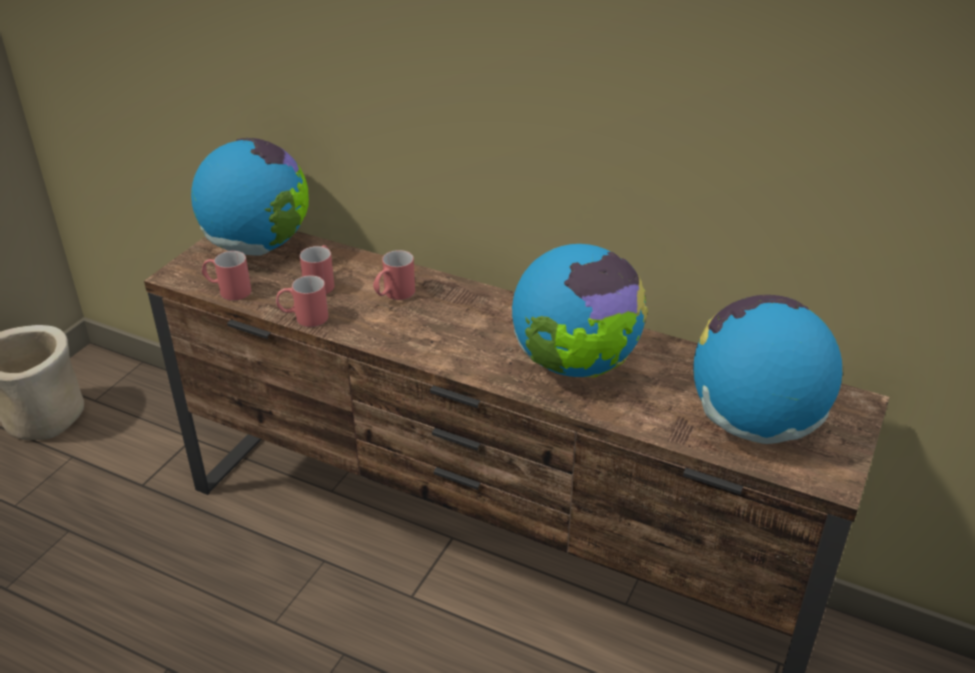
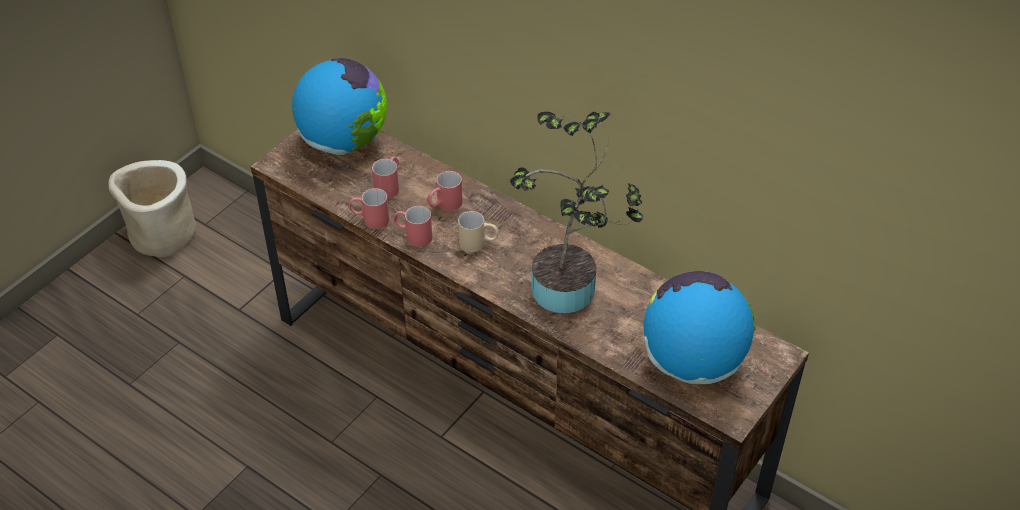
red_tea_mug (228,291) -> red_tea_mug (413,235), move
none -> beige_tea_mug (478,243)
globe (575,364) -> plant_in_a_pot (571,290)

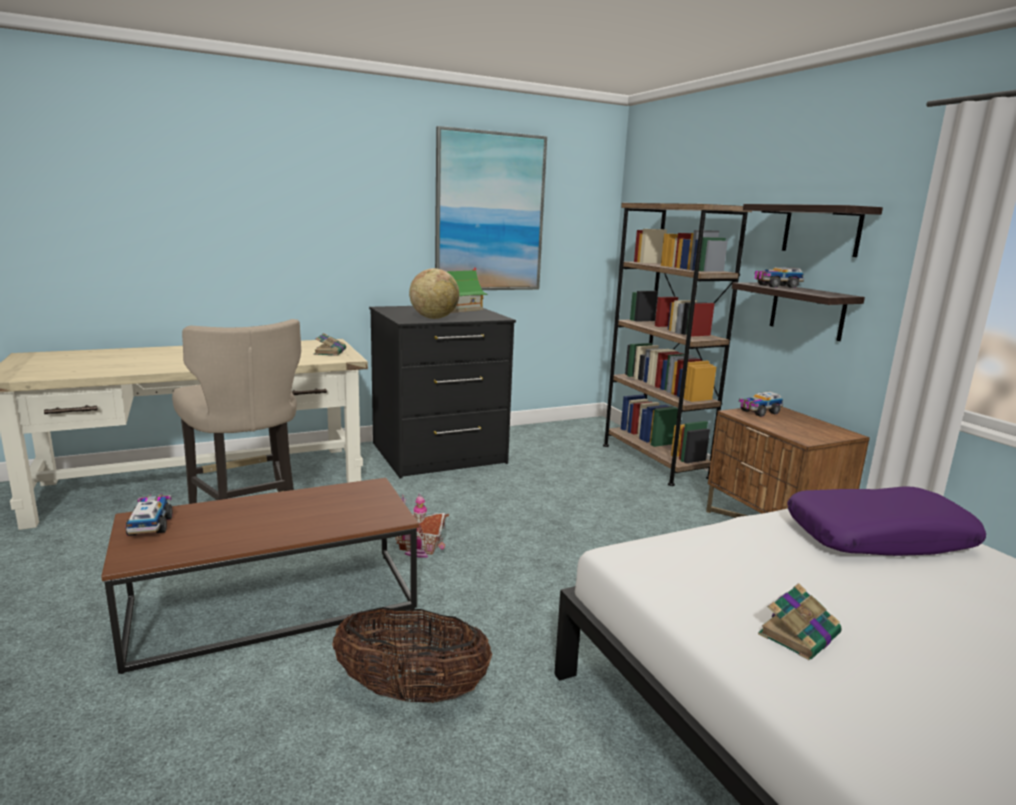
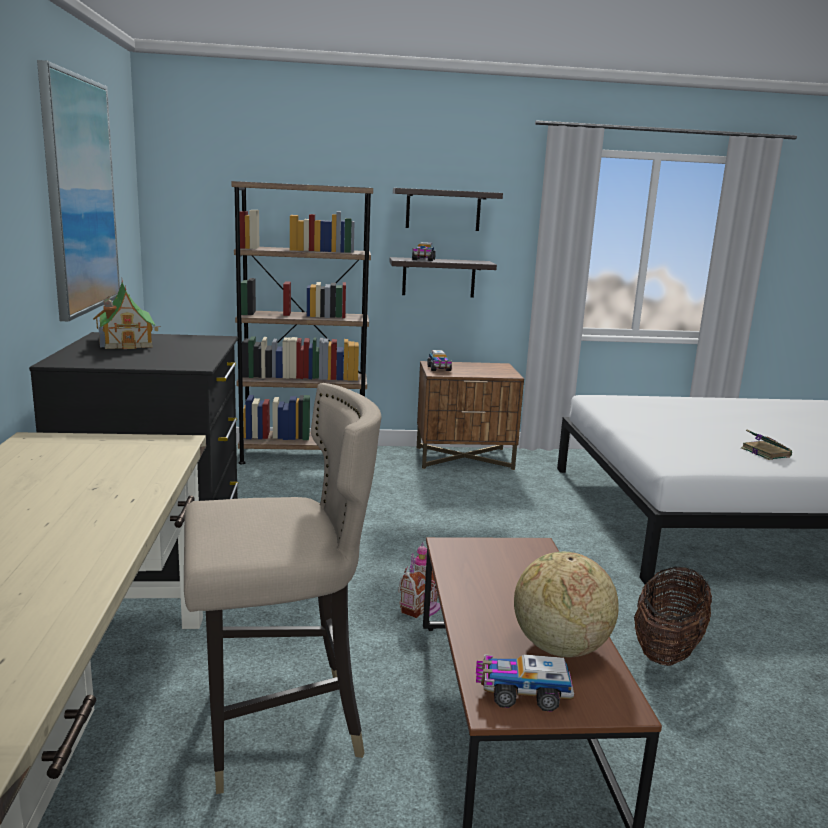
globe (434,318) -> globe (559,647), move
bound_book (330,352) -> none
purple_cushion (878,537) -> none

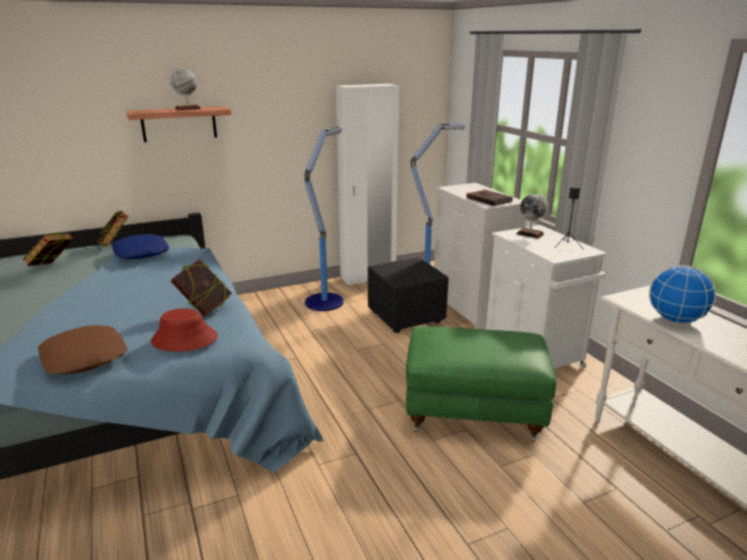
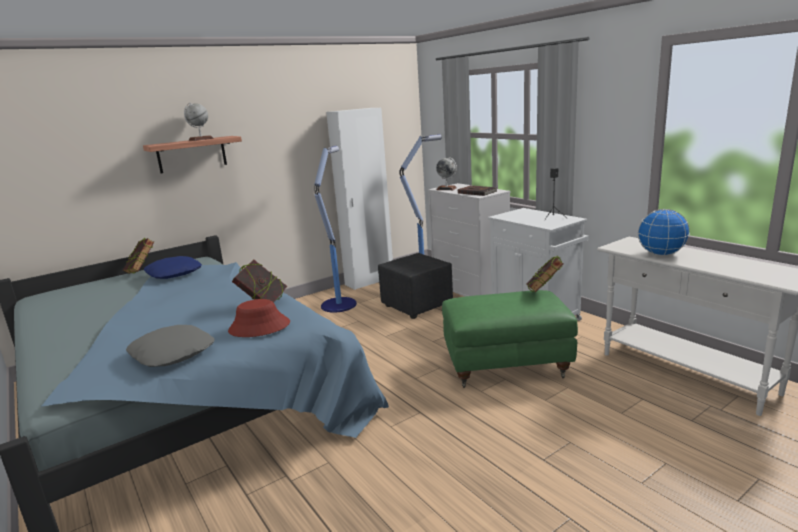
brown_cushion (85,357) -> grey_cushion (173,353)
globe (530,234) -> globe (446,189), move
bound_book (53,267) -> bound_book (544,292), move

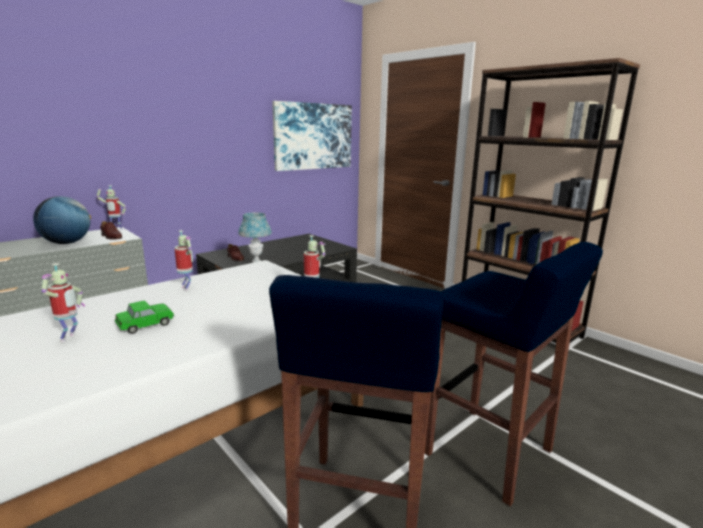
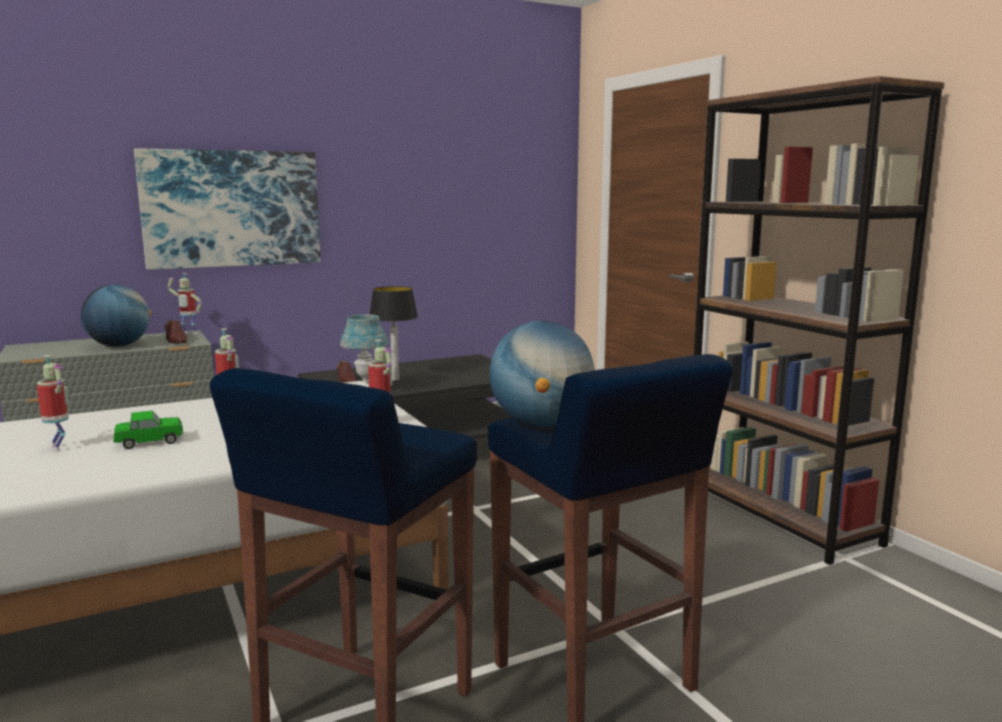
model_robot (70,338) -> model_robot (60,448), 60 degrees counterclockwise
wall_picture (313,136) -> wall_picture (232,208), move
none -> tabletop_lamp (396,379)
none -> globe (541,424)

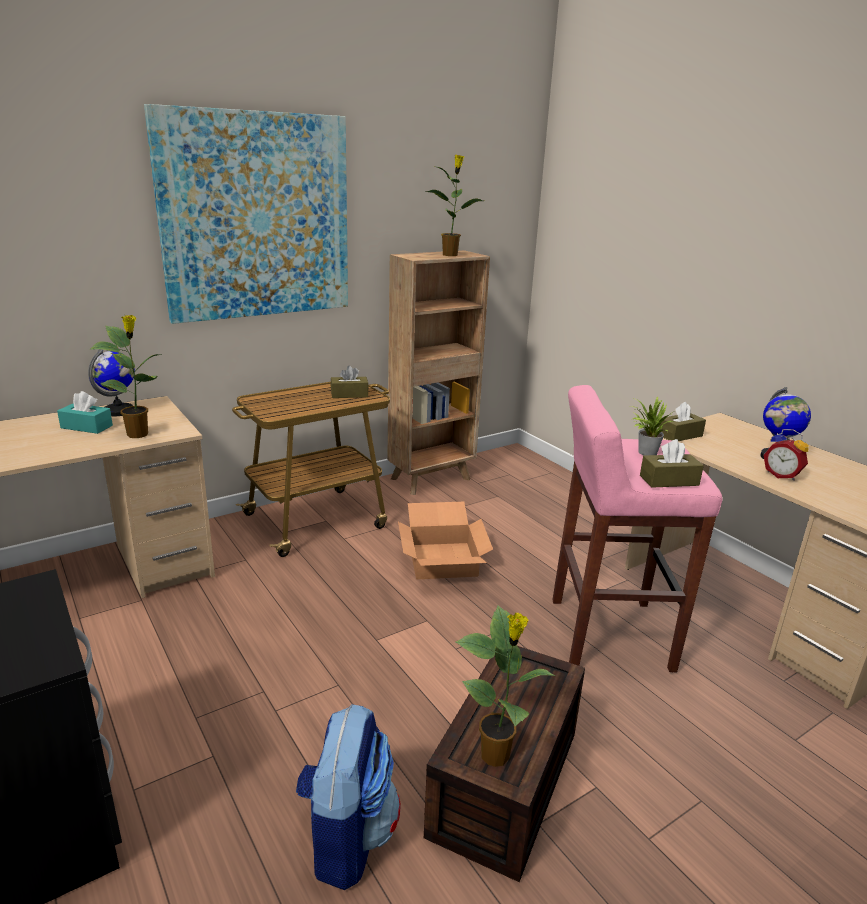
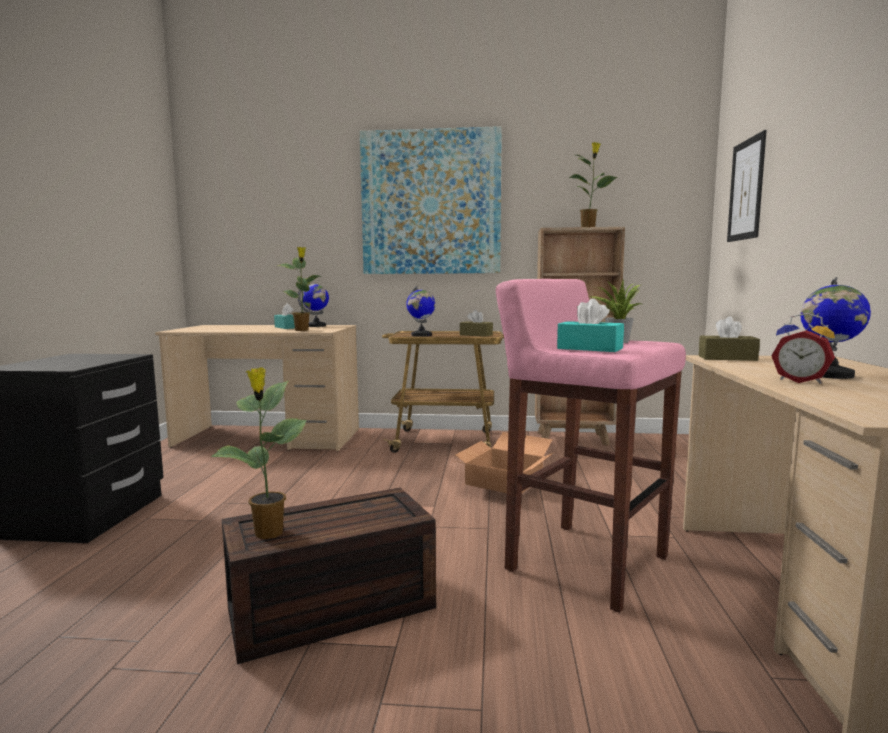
none -> globe (421,335)
brown_box_of_tissues (669,480) -> turquoise_box_of_tissues (589,348)
none -> wall_picture (746,190)
bedside_clock (782,475) -> bedside_clock (800,381), 45 degrees counterclockwise
rucksack (346,837) -> none

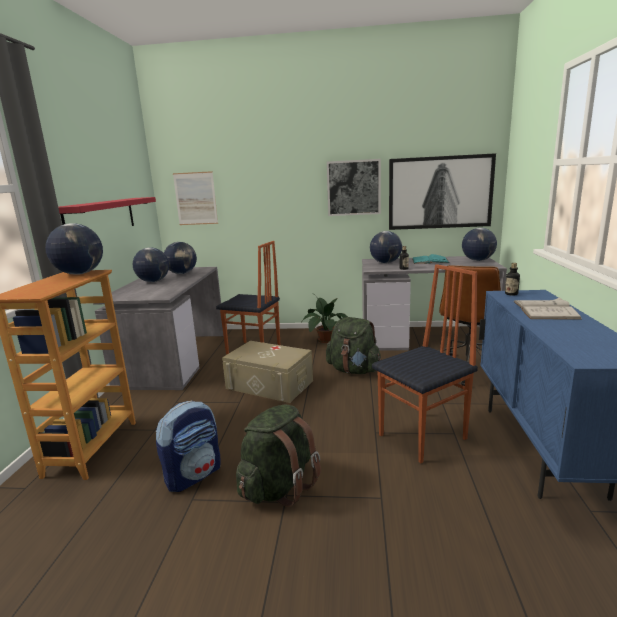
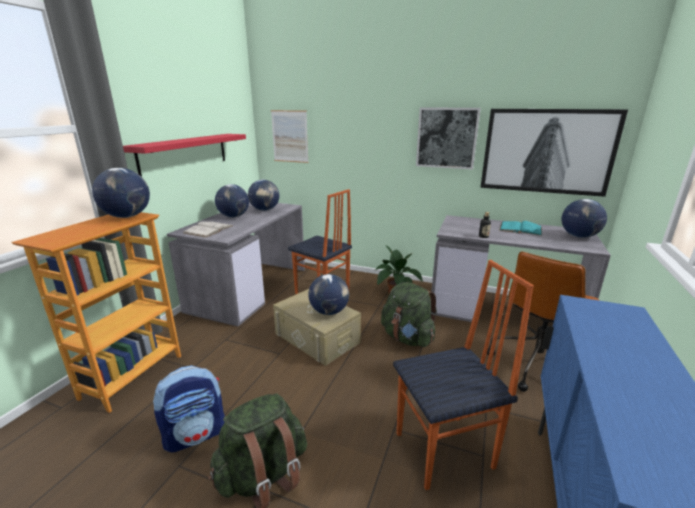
white-coloured_bound_book (545,310) -> white-coloured_bound_book (208,229), move
globe (386,263) -> globe (329,312), move
drink_bottle (511,294) -> none

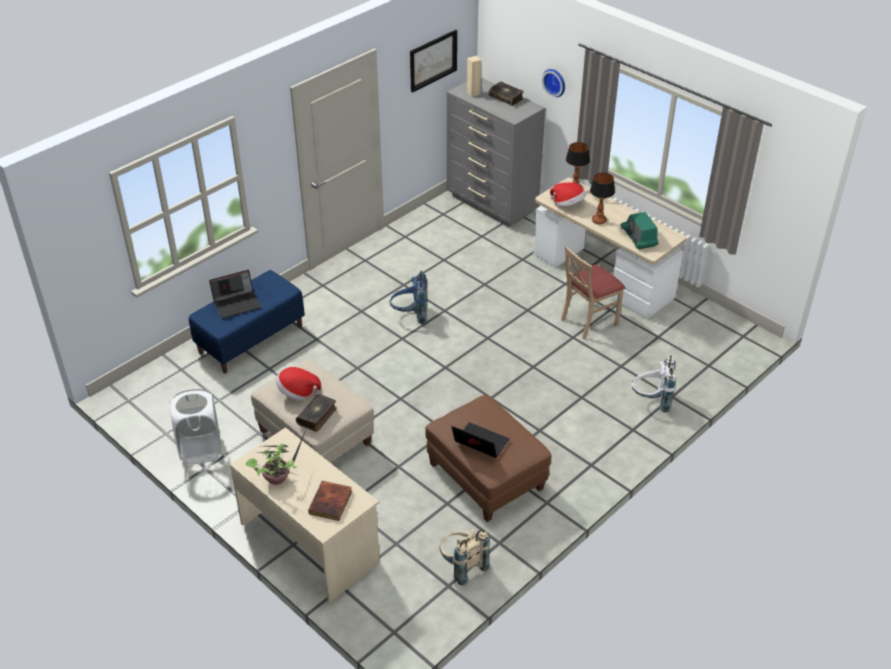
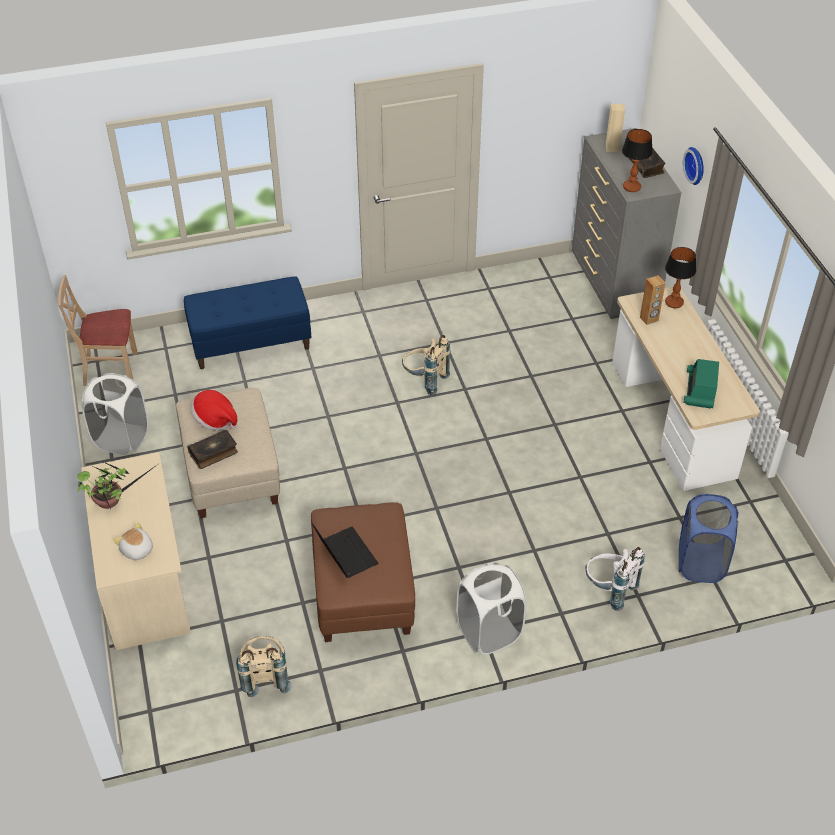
beige_plain_chair (588,321) -> beige_plain_chair (110,369), move
bound_book (331,503) -> plush_toy (137,550)
blue_rucksack (410,315) -> beige_rucksack (424,380)
none -> white-coloured_hamper (489,632)
tabletop_lamp (599,220) -> tabletop_lamp (632,187), move
clothing_hat (567,205) -> brown_loudspeaker (649,319)
none -> blue_hamper (700,563)
notebook_computer (237,304) -> none
wall_picture (433,60) -> none

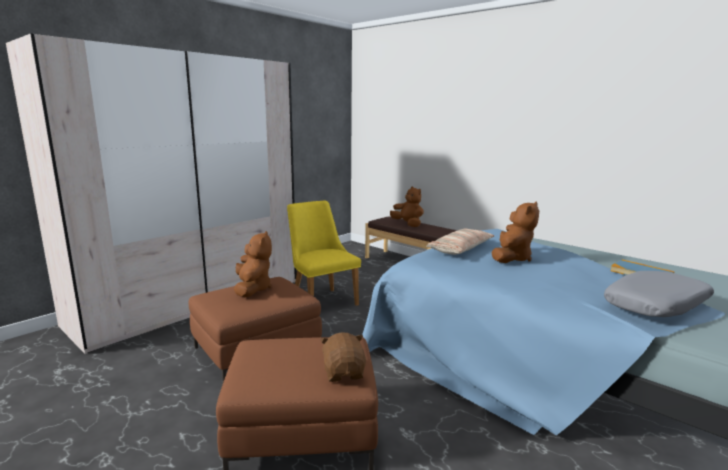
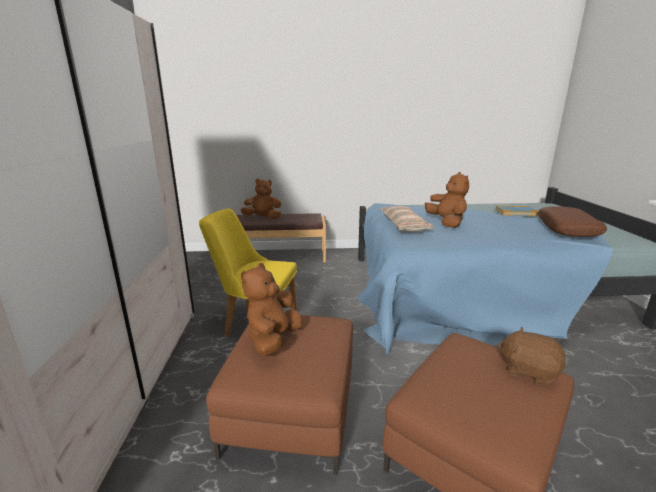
brown_plush_toy (252,289) -> brown_plush_toy (273,340), 105 degrees counterclockwise
grey_cushion (656,305) -> brown_cushion (567,229)

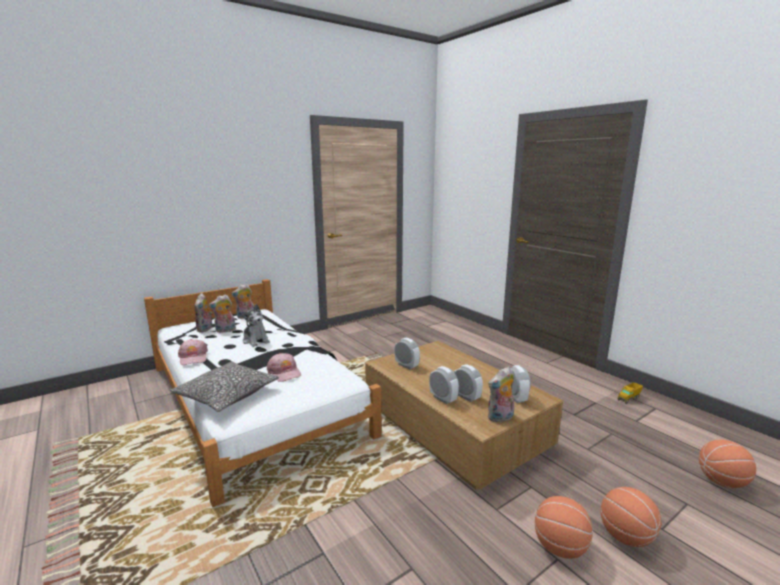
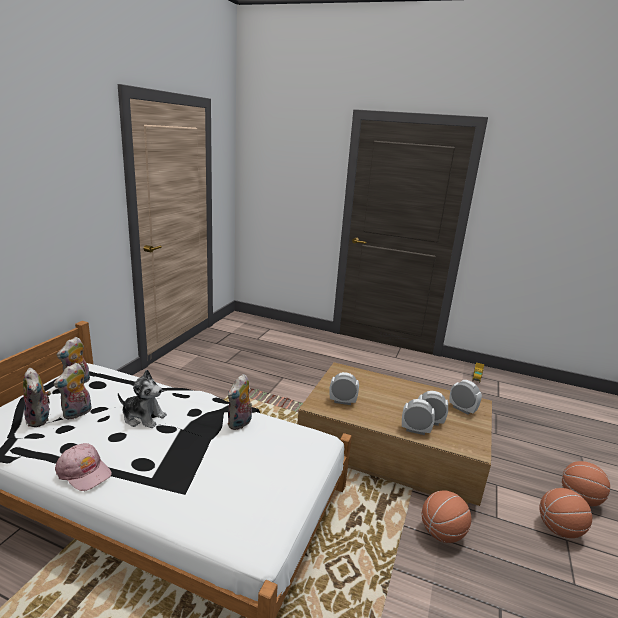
plush_toy (500,418) -> plush_toy (240,424), move
basketball_ball (722,481) -> basketball_ball (442,533), move
cushion (227,395) -> none
pink-coloured_peaked_cap (284,372) -> none

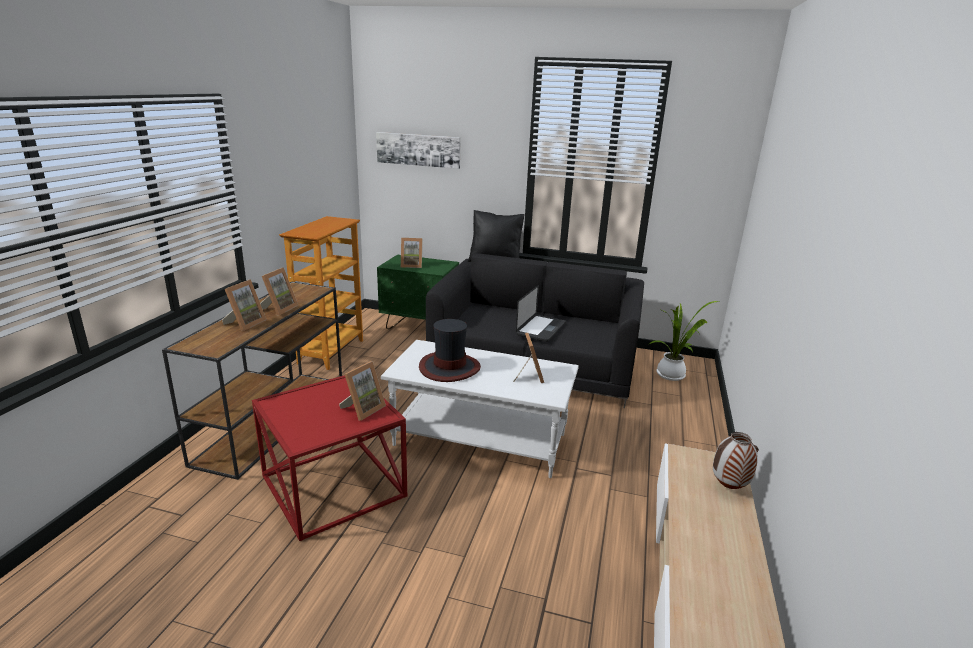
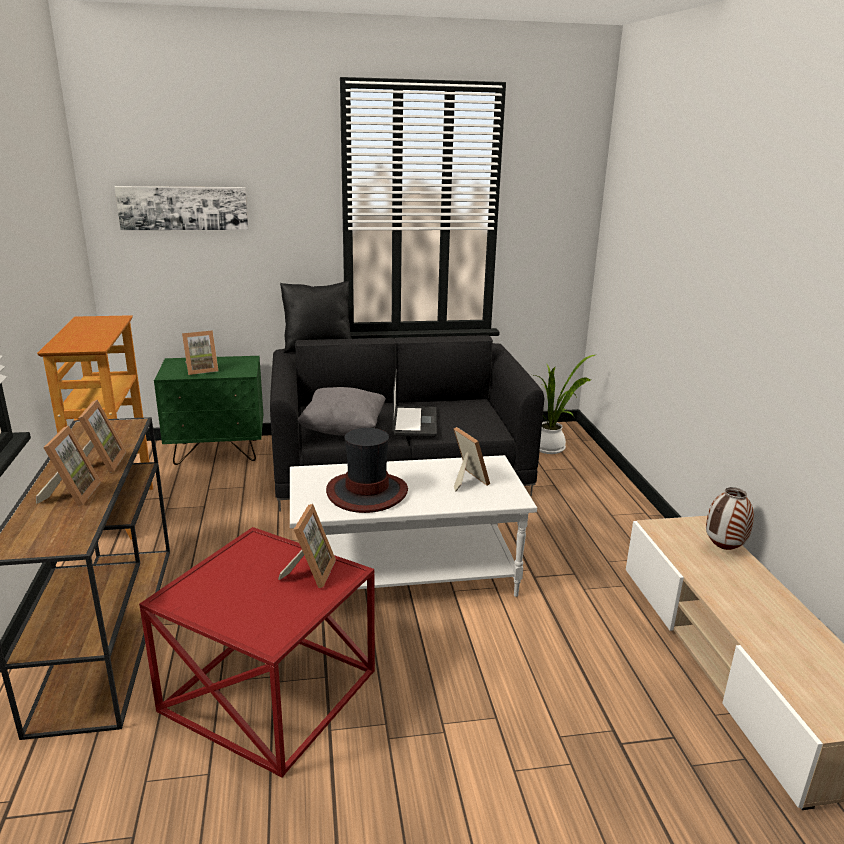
none -> grey_cushion (343,430)

